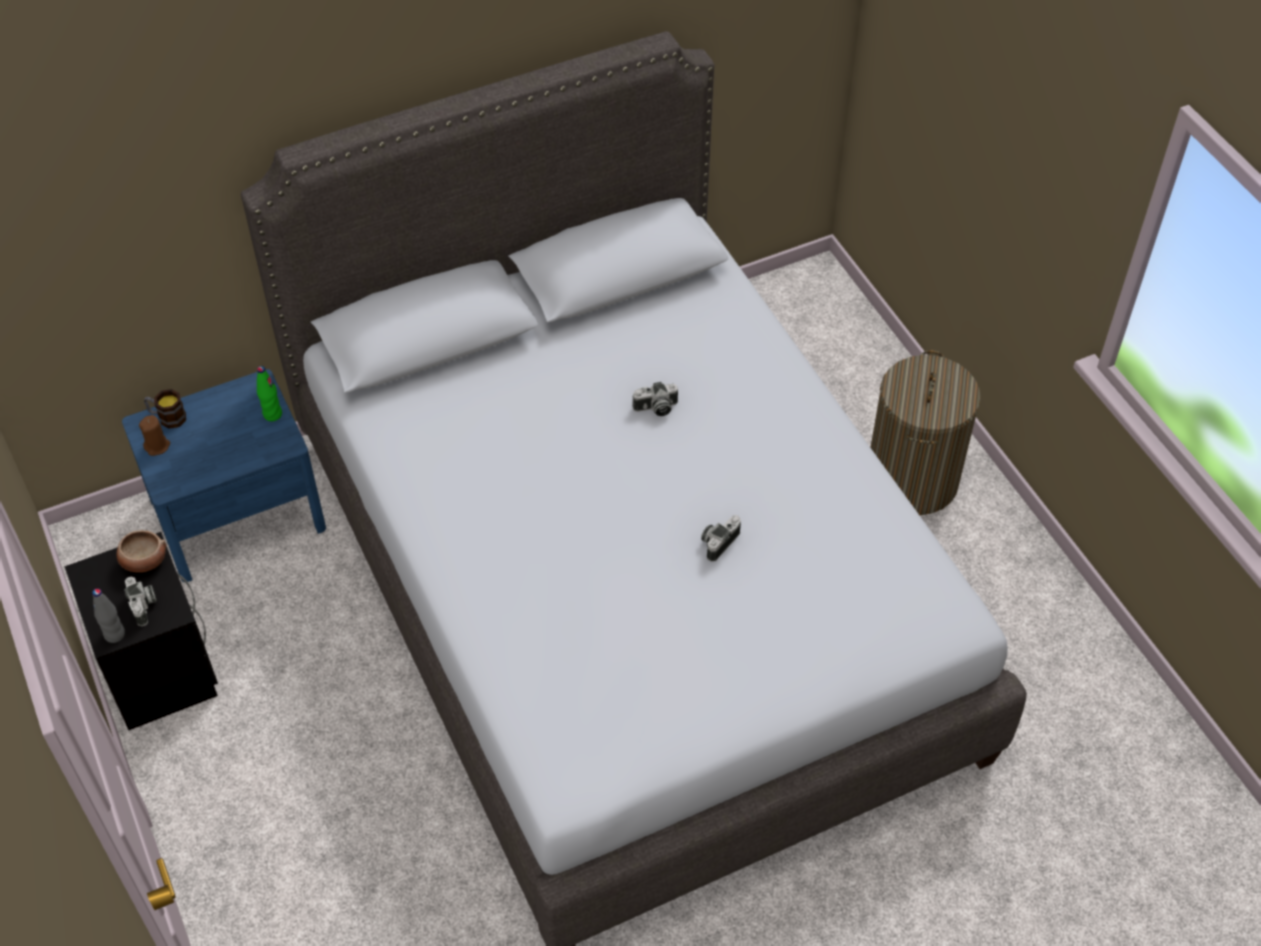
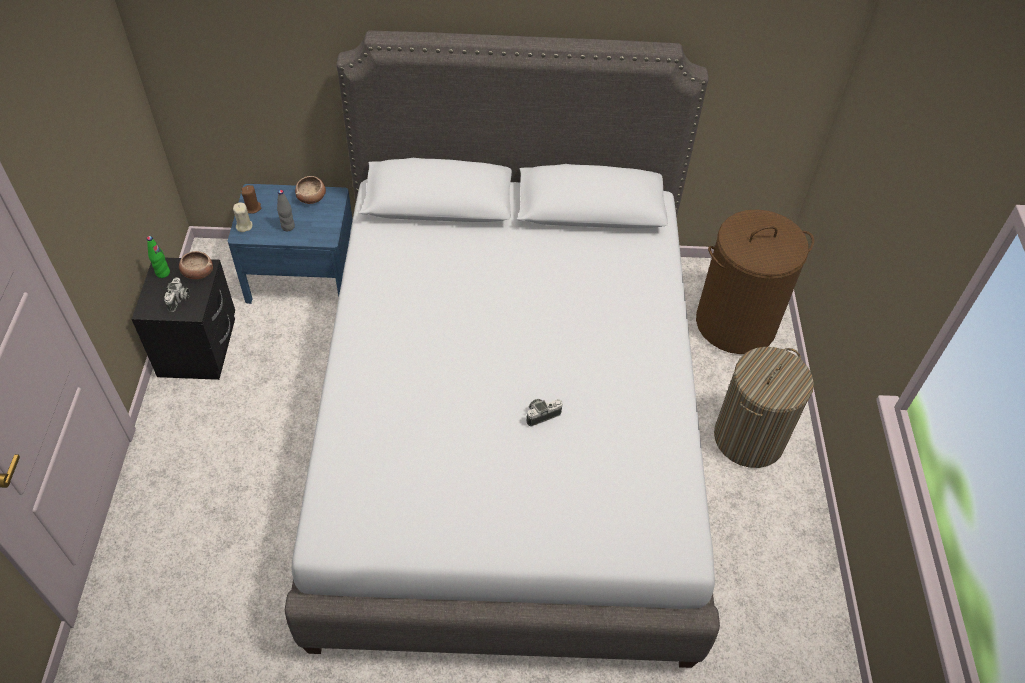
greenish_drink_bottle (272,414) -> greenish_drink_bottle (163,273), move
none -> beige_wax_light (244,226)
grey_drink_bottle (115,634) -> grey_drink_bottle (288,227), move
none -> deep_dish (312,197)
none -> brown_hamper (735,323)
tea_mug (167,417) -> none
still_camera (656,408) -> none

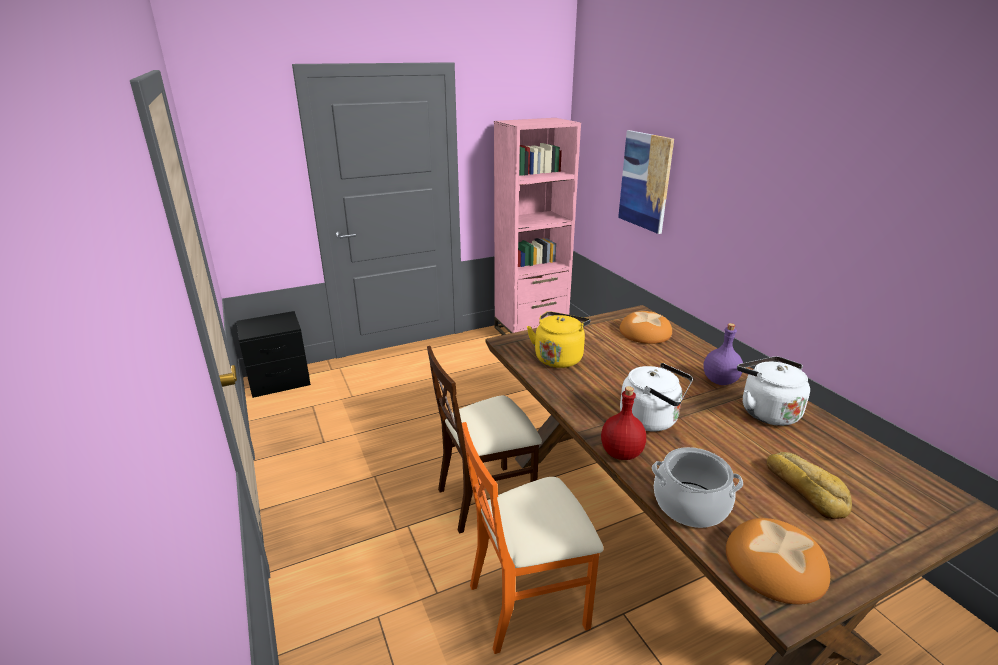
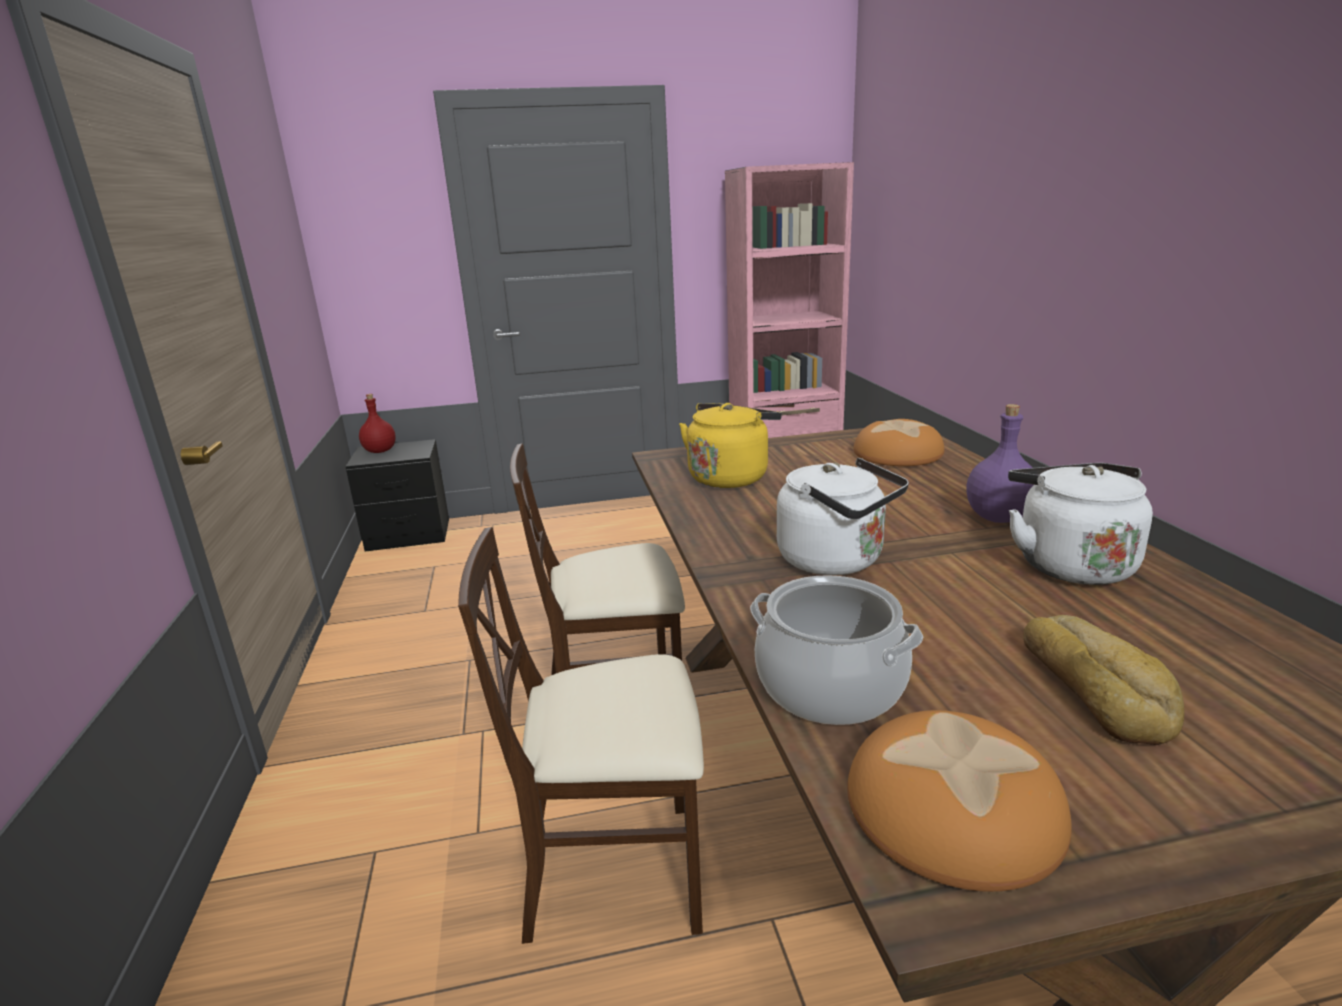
red_drink_bottle (621,452) -> red_drink_bottle (380,451), move
orange_plain_chair (528,602) -> beige_plain_chair (614,871)
wall_picture (645,181) -> none

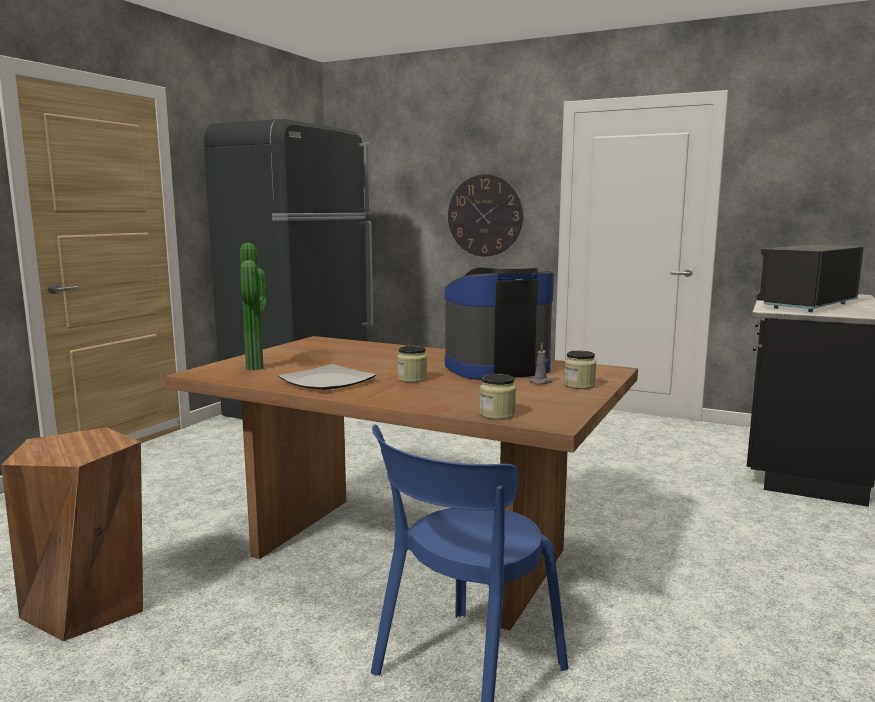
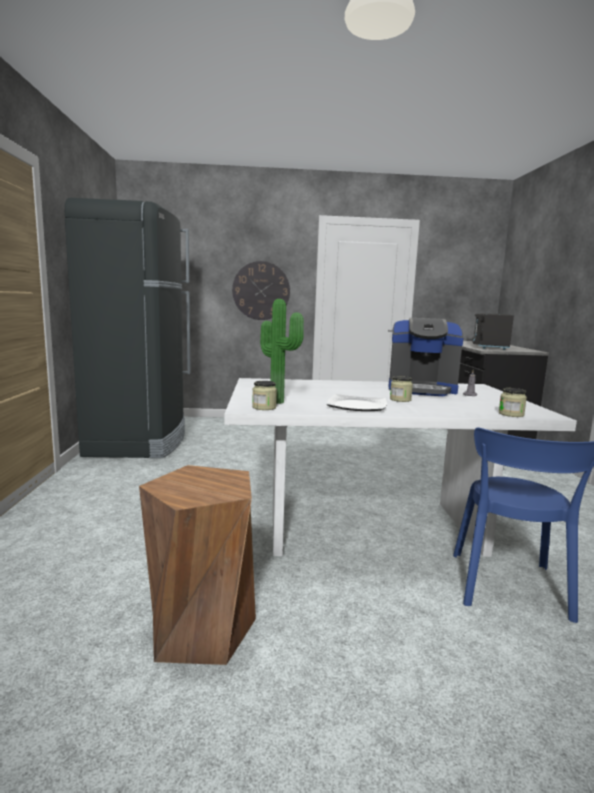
brown_kitchen_table (406,554) -> white-coloured_kitchen_table (370,527)
storage_jar (579,385) -> storage_jar (264,407), move
coffee_machine (496,368) -> coffee_machine (422,389), 120 degrees counterclockwise

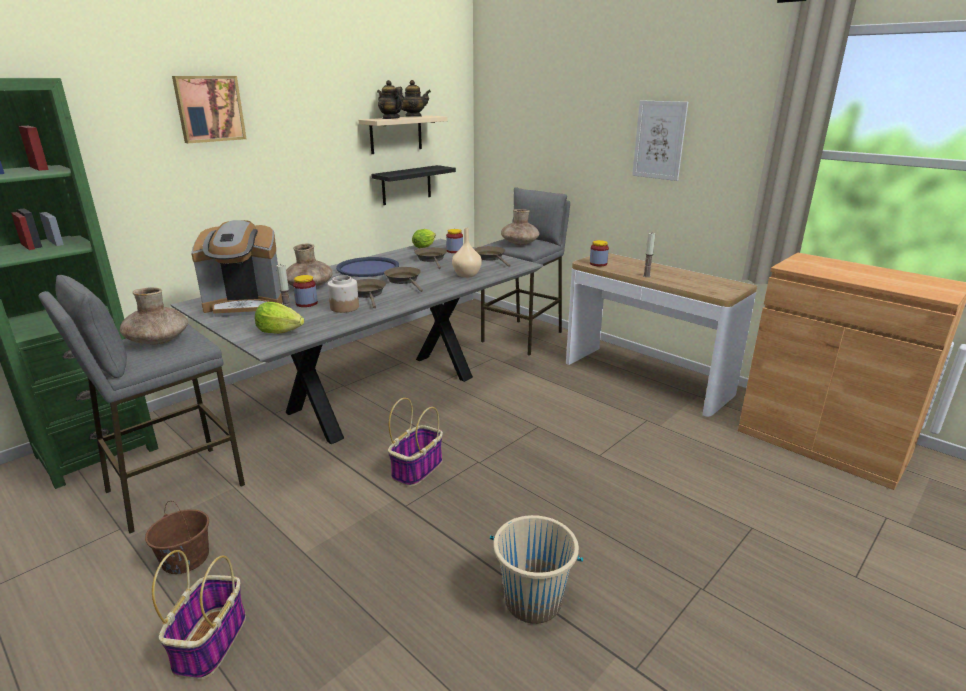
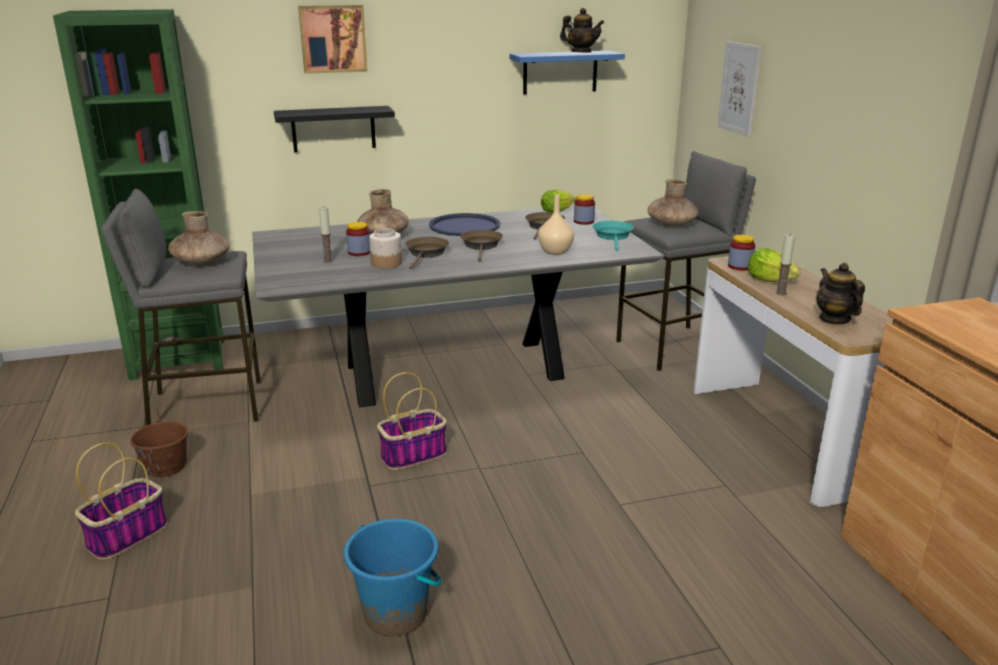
black_wall_shelf (406,185) -> black_wall_shelf (333,129), move
beige_water_bucket (533,601) -> blue_water_bucket (396,614)
beige_wall_shelf (396,134) -> blue_wall_shelf (560,72)
brown_skillet (491,258) -> turquoise_skillet (613,236)
wall_picture (659,140) -> wall_picture (739,88), move
head_of_lettuce (279,332) -> head_of_lettuce (769,280), move
teapot (391,118) -> teapot (834,319), move
coffee_machine (245,305) -> none

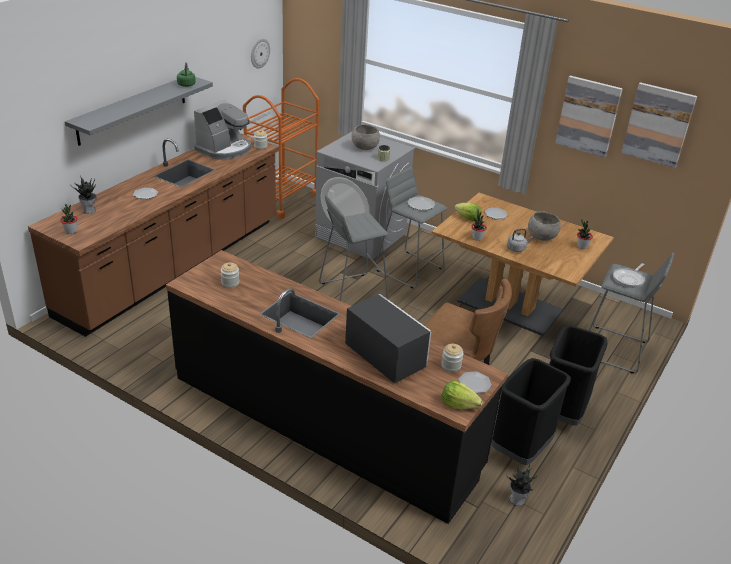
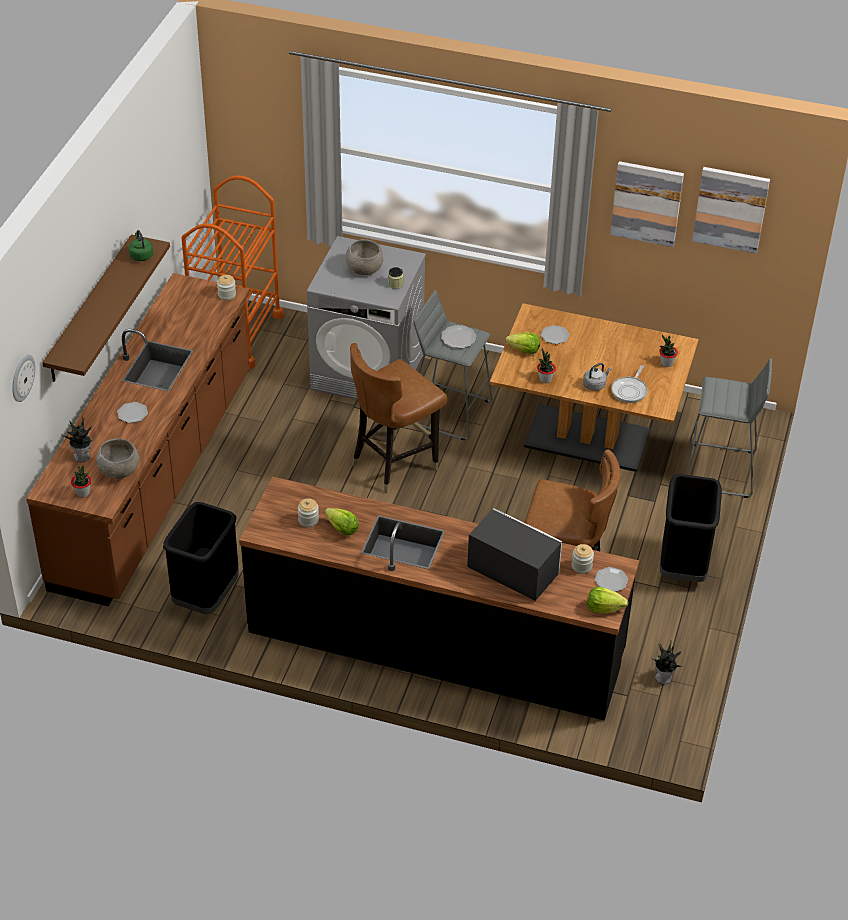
hanging_clock (259,53) -> hanging_clock (22,378), move
grey_wall_shelf (132,109) -> brown_wall_shelf (90,309)
grey_deep_dish (541,238) -> grey_deep_dish (119,472), move
black_trash_can (520,448) -> black_trash_can (206,596), move
none -> head_of_lettuce (342,529)
grey_sitting_stool (352,292) -> brown_plain_chair (394,464)
skillet (629,279) -> skillet (630,390), move
coffee_machine (224,149) -> none

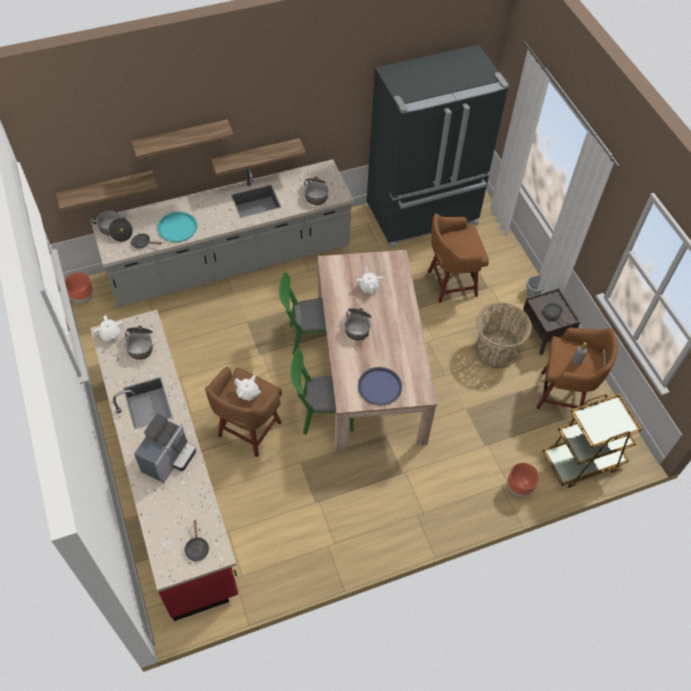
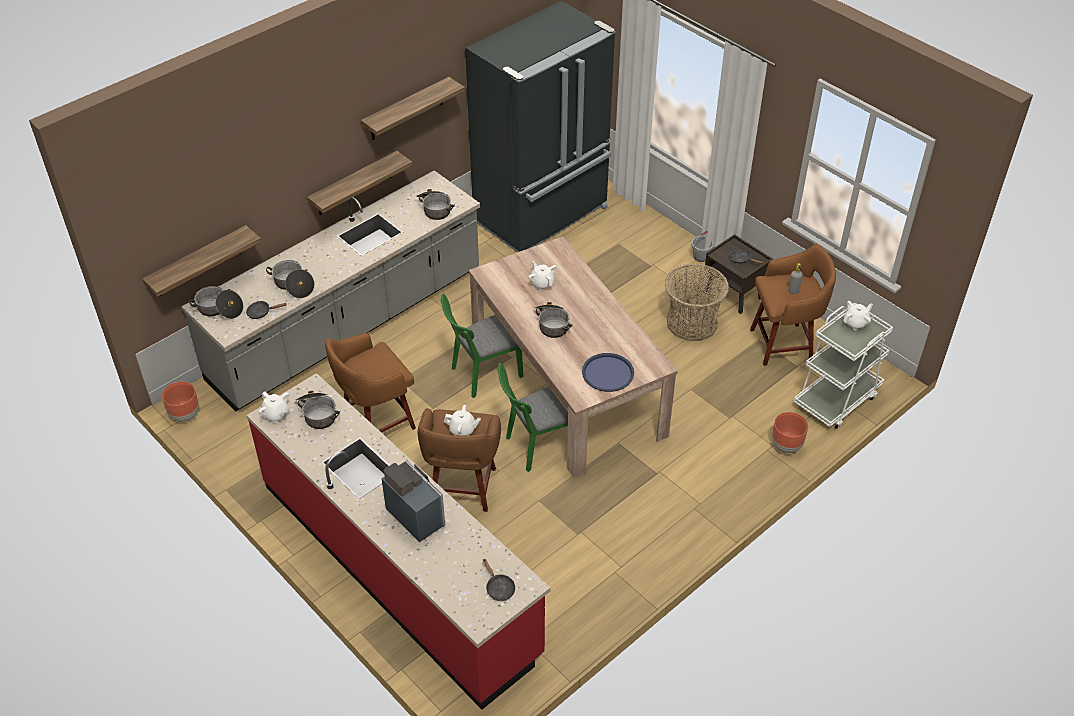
turquoise_serving_tray (177,227) -> stockpot (293,285)
brown_sitting_stool (450,284) -> brown_sitting_stool (376,424), move
wall_shelf (181,139) -> wall_shelf (406,109), move
coffee_machine (169,459) -> coffee_machine (416,514), 45 degrees counterclockwise
brown_wheeled_cart (582,460) -> white-coloured_wheeled_cart (836,399)
none -> white-coloured_teapot (856,323)

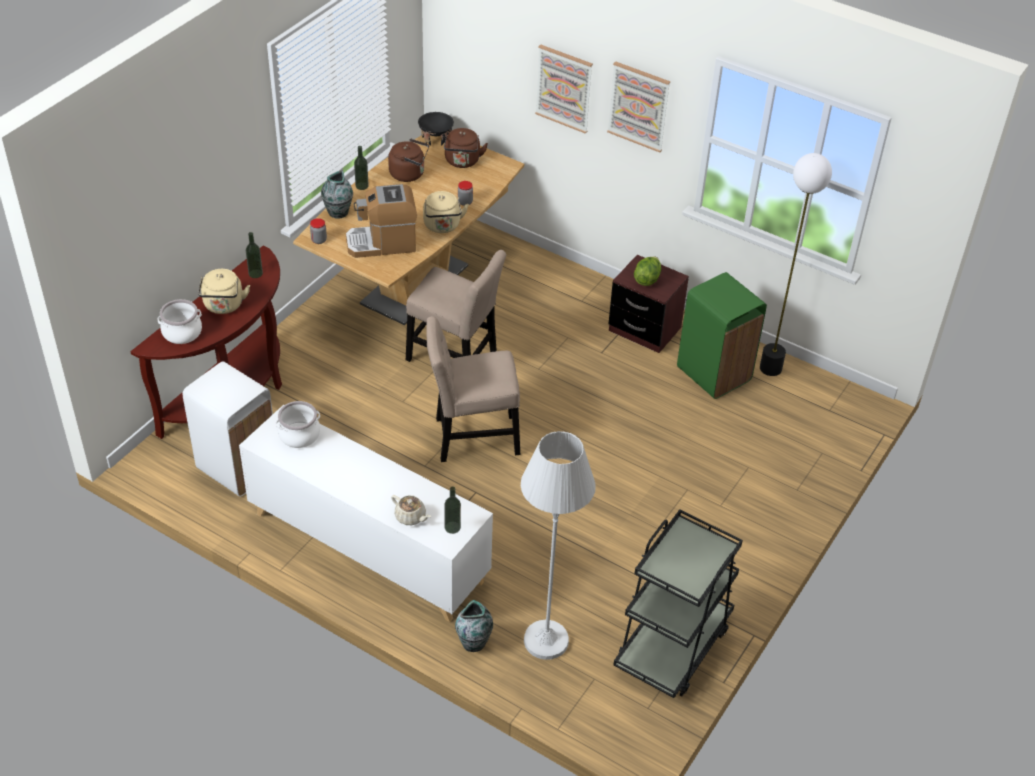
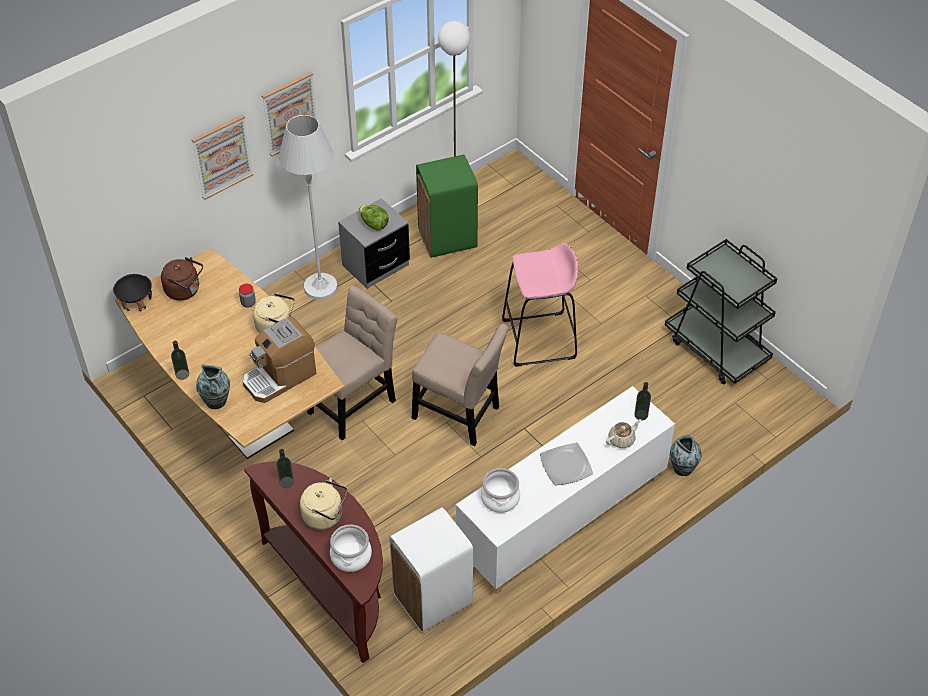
coffee_machine (382,243) -> coffee_machine (280,377), 45 degrees clockwise
white-coloured_floor_lamp (546,640) -> white-coloured_floor_lamp (320,287), move
brown_nightstand (644,329) -> grey_nightstand (376,265)
beige_plain_chair (472,437) -> beige_plain_chair (459,415), 75 degrees counterclockwise
none -> pink-coloured_sitting_stool (539,339)
none -> plate (565,466)
storage_jar (319,240) -> none
brown_kettle (409,174) -> none

